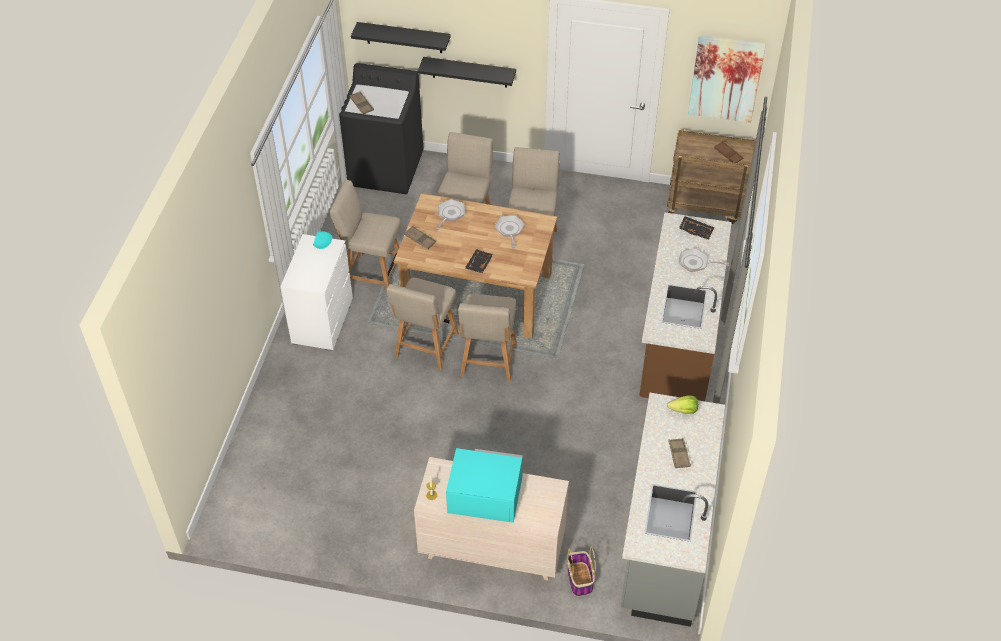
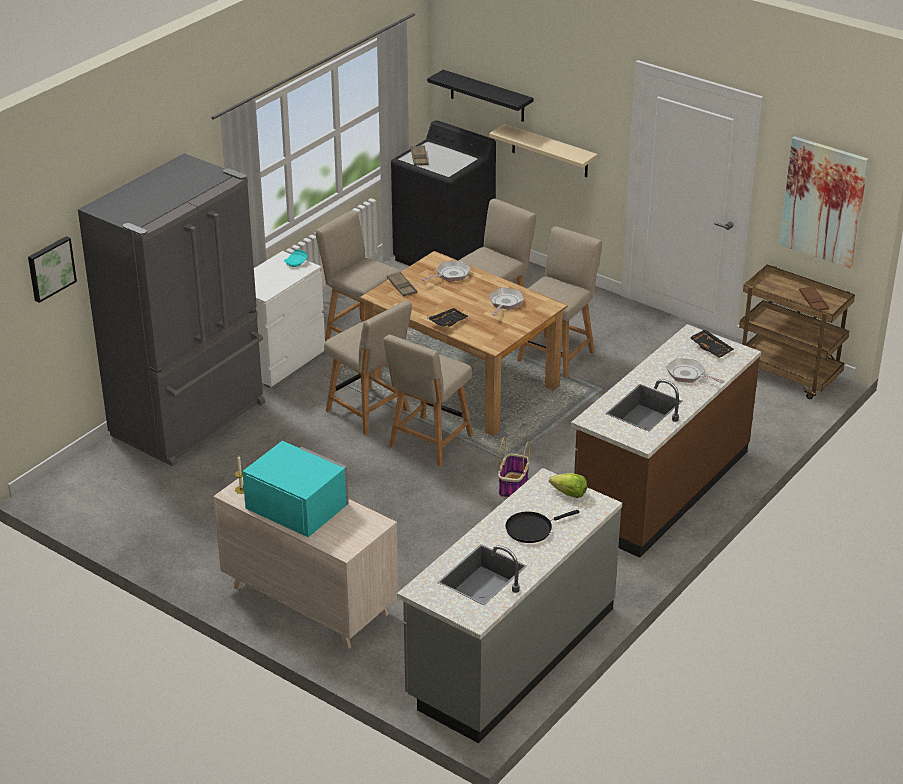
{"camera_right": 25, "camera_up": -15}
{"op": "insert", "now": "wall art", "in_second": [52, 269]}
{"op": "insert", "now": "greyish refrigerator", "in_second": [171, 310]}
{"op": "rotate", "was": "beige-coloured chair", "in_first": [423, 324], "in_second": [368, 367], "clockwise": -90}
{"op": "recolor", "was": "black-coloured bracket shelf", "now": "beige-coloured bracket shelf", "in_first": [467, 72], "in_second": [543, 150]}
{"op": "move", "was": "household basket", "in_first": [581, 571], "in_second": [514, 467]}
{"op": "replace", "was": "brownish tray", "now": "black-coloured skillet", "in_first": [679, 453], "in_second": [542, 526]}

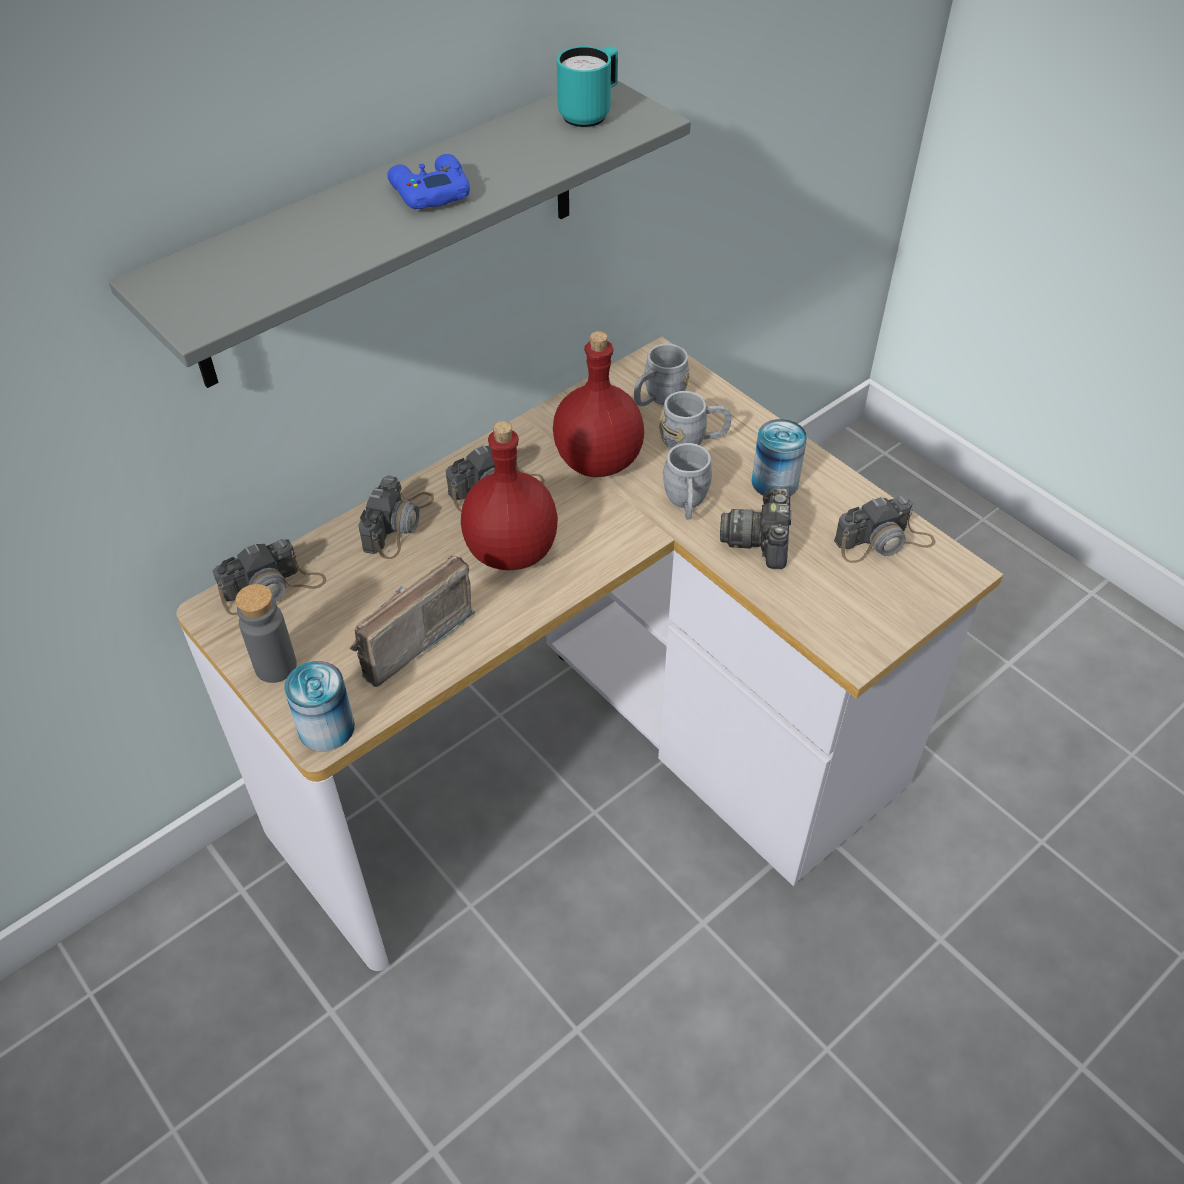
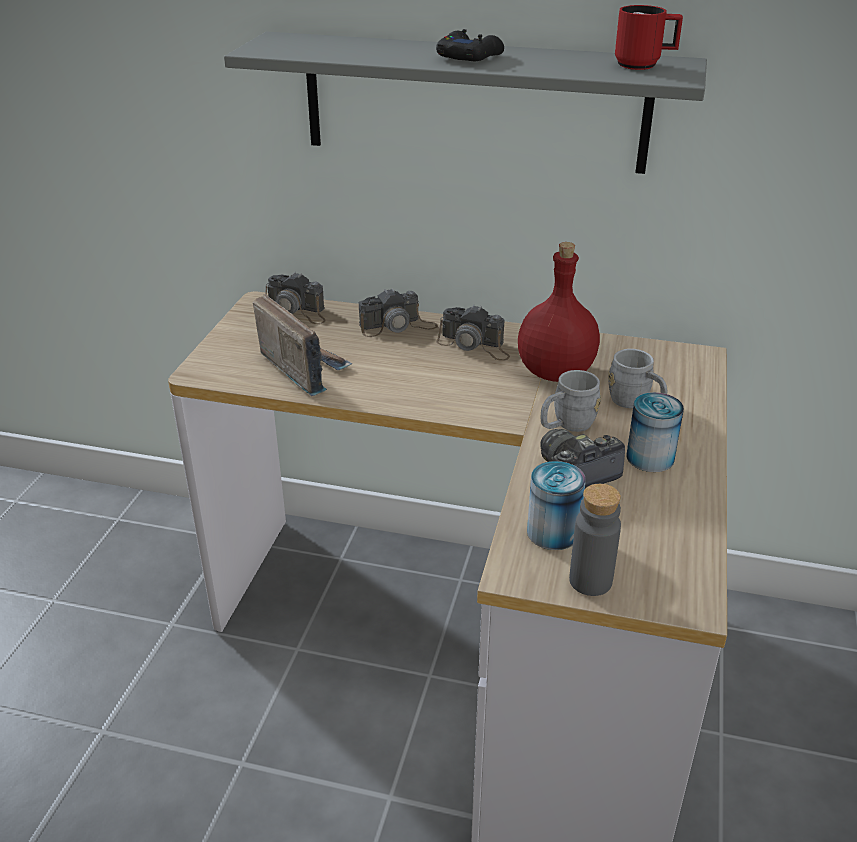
{"camera_right": 55, "camera_up": -15}
{"op": "rotate", "was": "radio receiver", "in_first": [412, 621], "in_second": [302, 345], "clockwise": 45}
{"op": "recolor", "was": "bluish gamepad", "now": "black-coloured gamepad", "in_first": [428, 181], "in_second": [470, 45]}
{"op": "move", "was": "can", "in_first": [319, 706], "in_second": [556, 505]}
{"op": "move", "was": "greyish bottle", "in_first": [266, 633], "in_second": [595, 540]}
{"op": "recolor", "was": "turquoise tea mug", "now": "reddish tea mug", "in_first": [587, 87], "in_second": [649, 37]}
{"op": "delete", "was": "reddish bottle", "in_first": [509, 495]}
{"op": "delete", "was": "greyish tea mug", "in_first": [662, 375]}
{"op": "delete", "was": "photo camera", "in_first": [885, 529]}

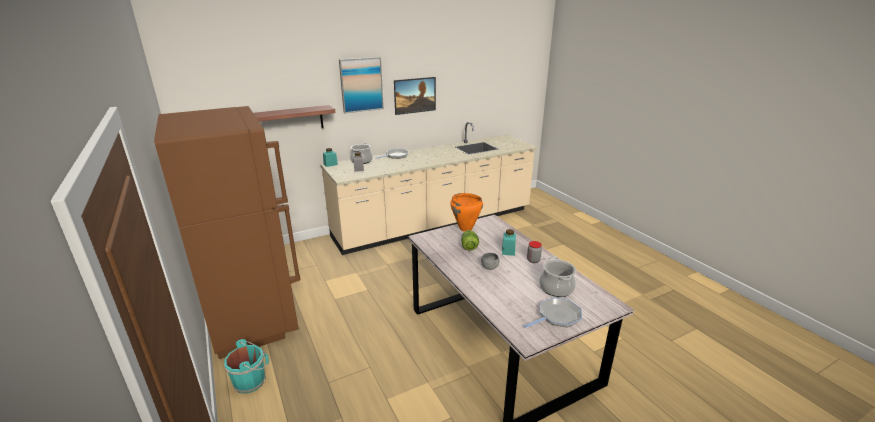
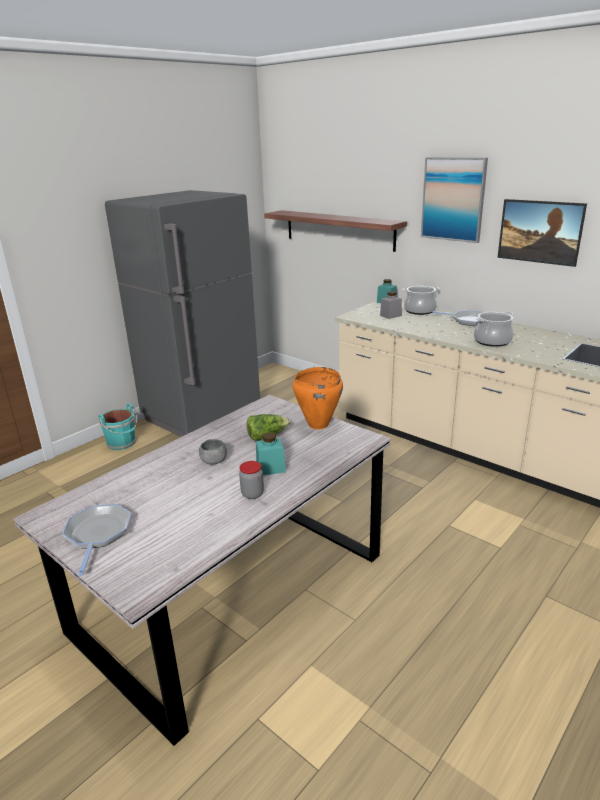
{"camera_right": 70, "camera_up": 0}
{"op": "rotate", "was": "skillet", "in_first": [553, 312], "in_second": [96, 540], "clockwise": -135}
{"op": "recolor", "was": "brownish refrigerator", "now": "greyish refrigerator", "in_first": [227, 232], "in_second": [182, 313]}
{"op": "move", "was": "saucepot", "in_first": [557, 277], "in_second": [494, 329]}

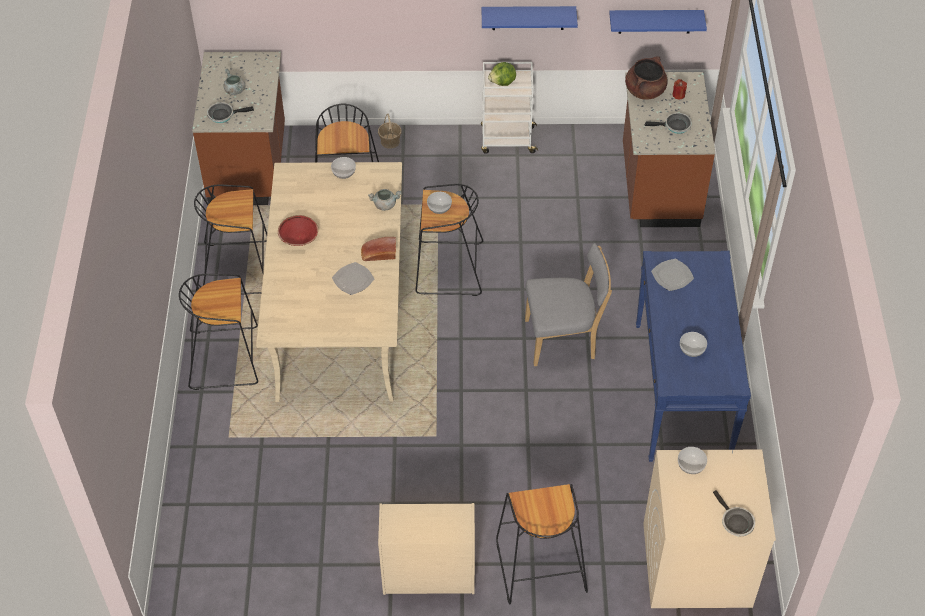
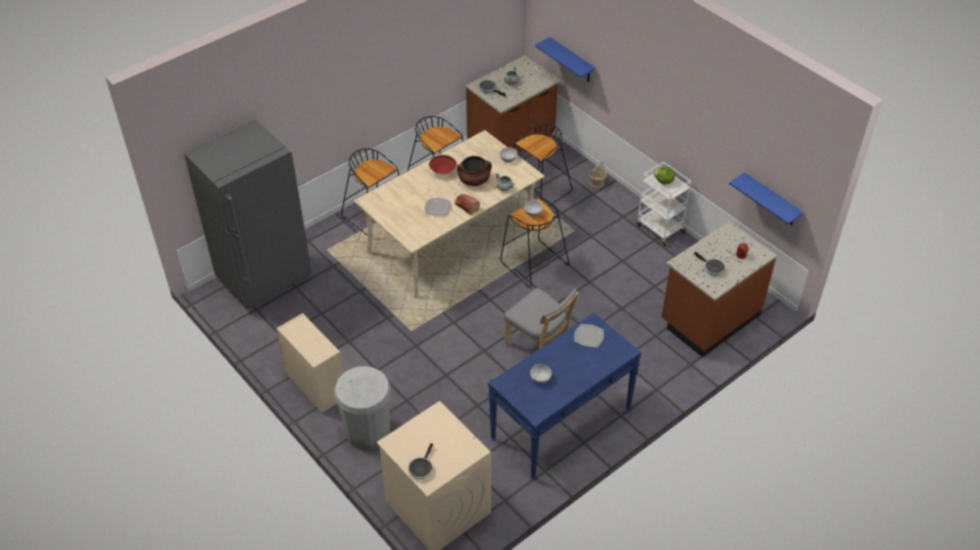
{"camera_right": 50, "camera_up": -5}
{"op": "insert", "now": "greyish refrigerator", "in_second": [248, 215]}
{"op": "replace", "was": "black-coloured stool seat", "now": "white-coloured waste bin", "in_first": [542, 544], "in_second": [362, 408]}
{"op": "move", "was": "brownish saucepot", "in_first": [646, 77], "in_second": [474, 171]}
{"op": "move", "was": "bluish bracket shelf", "in_first": [530, 18], "in_second": [565, 59]}
{"op": "delete", "was": "serving bowl", "in_first": [692, 460]}

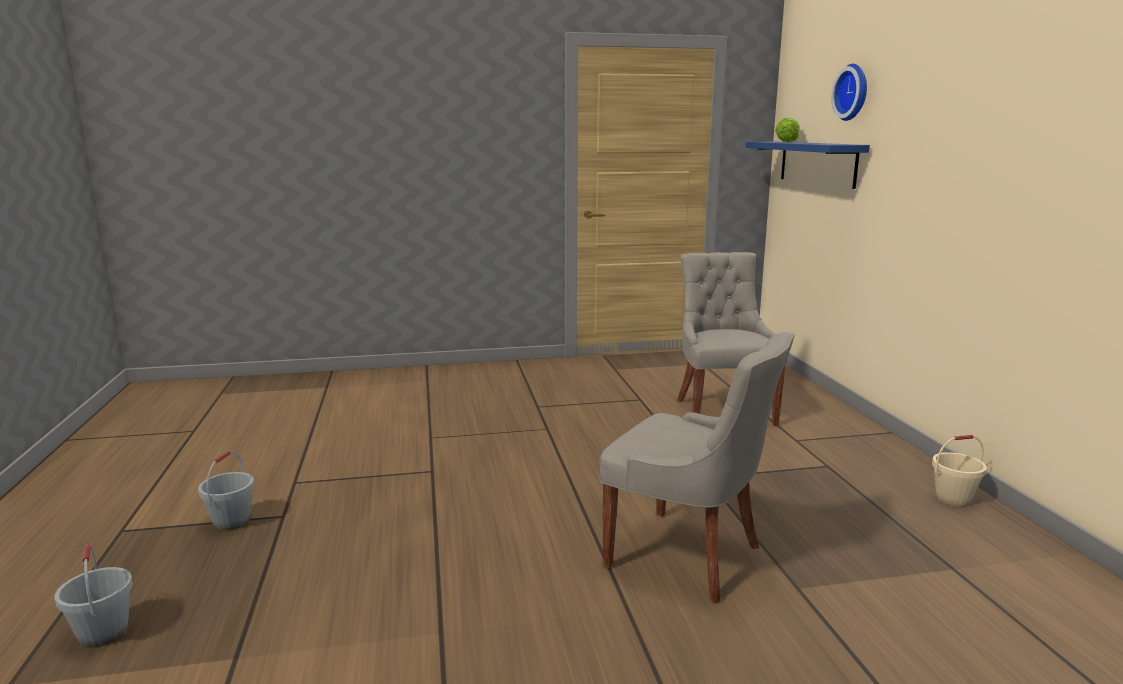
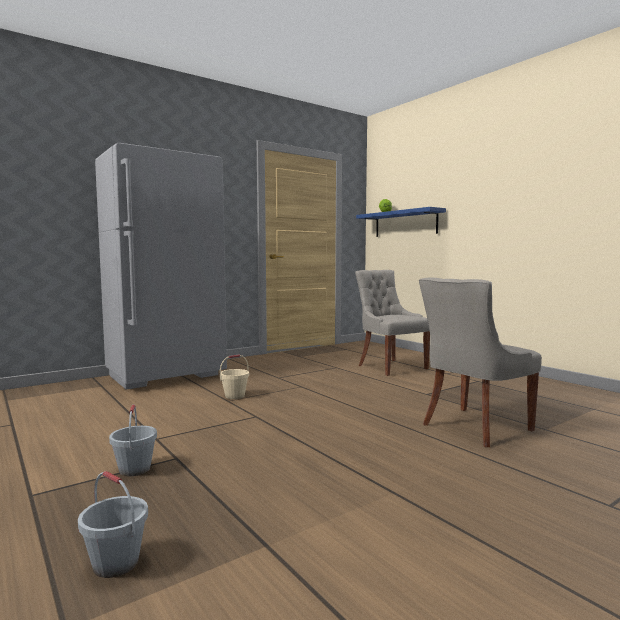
{"camera_right": -25, "camera_up": -10}
{"op": "insert", "now": "greyish refrigerator", "in_second": [161, 266]}
{"op": "move", "was": "beige-coloured pail", "in_first": [959, 471], "in_second": [234, 376]}
{"op": "rotate", "was": "greyish chair", "in_first": [696, 467], "in_second": [480, 362], "clockwise": 135}
{"op": "delete", "was": "hanging clock", "in_first": [849, 92]}

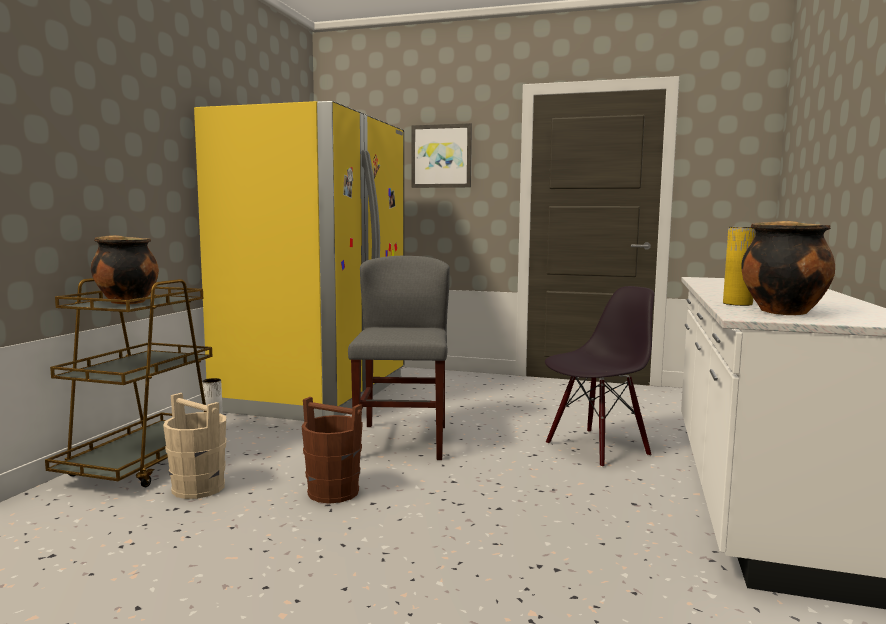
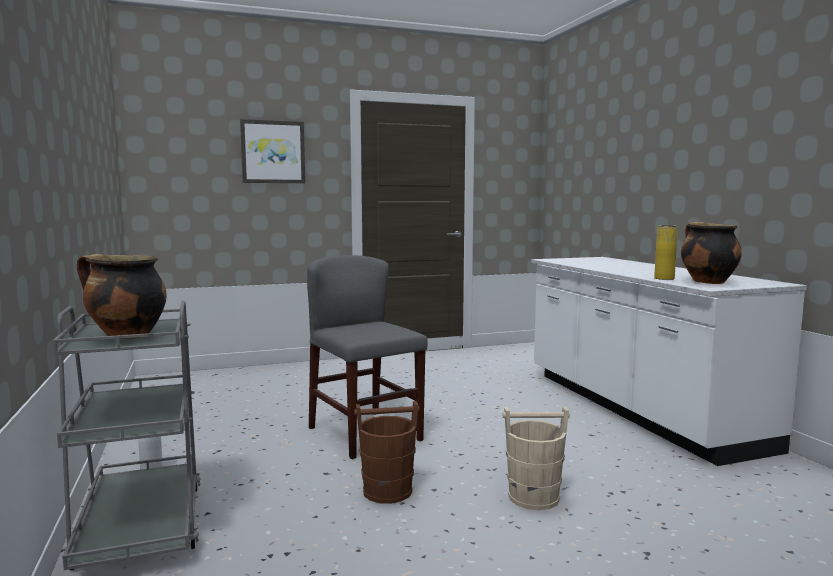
{"camera_right": -35, "camera_up": 0}
{"op": "recolor", "was": "brownish cart", "now": "greyish cart", "in_first": [128, 382], "in_second": [127, 435]}
{"op": "move", "was": "beige-coloured pail", "in_first": [194, 446], "in_second": [536, 458]}
{"op": "delete", "was": "yellowish refrigerator", "in_first": [299, 261]}
{"op": "delete", "was": "black-coloured chair", "in_first": [599, 377]}

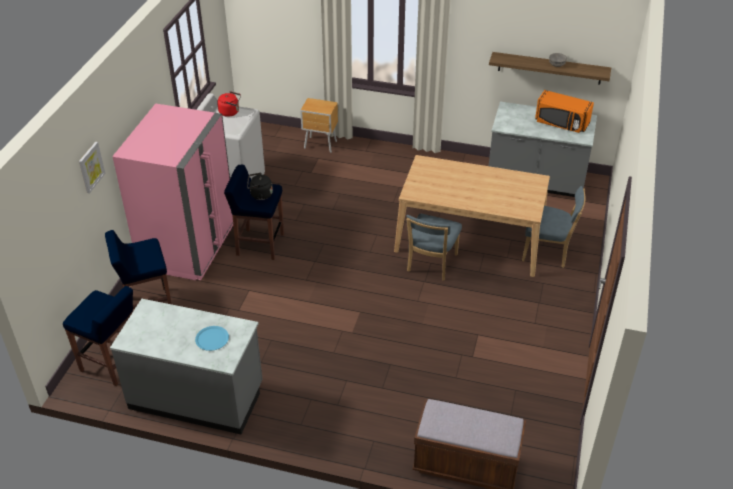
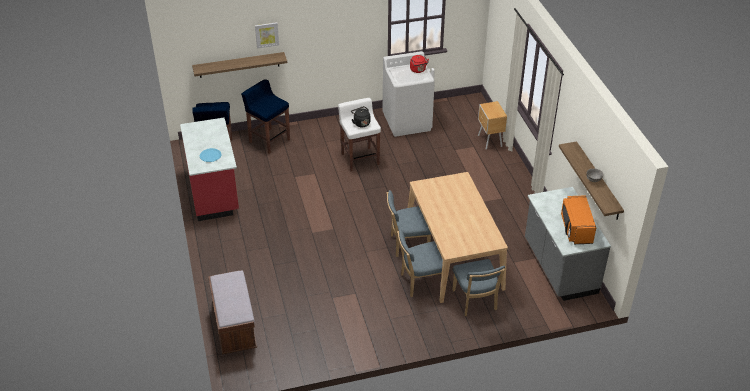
{"camera_right": 60, "camera_up": 0}
{"op": "recolor", "was": "greyish kitchen base unit", "now": "reddish kitchen base unit", "in_first": [186, 366], "in_second": [209, 169]}
{"op": "insert", "now": "bracket shelf", "in_second": [239, 65]}
{"op": "recolor", "was": "bluish stool seat", "now": "white-coloured stool seat", "in_first": [254, 212], "in_second": [359, 134]}
{"op": "insert", "now": "bluish chair", "in_second": [420, 263]}
{"op": "delete", "was": "pink refrigerator", "in_first": [172, 191]}

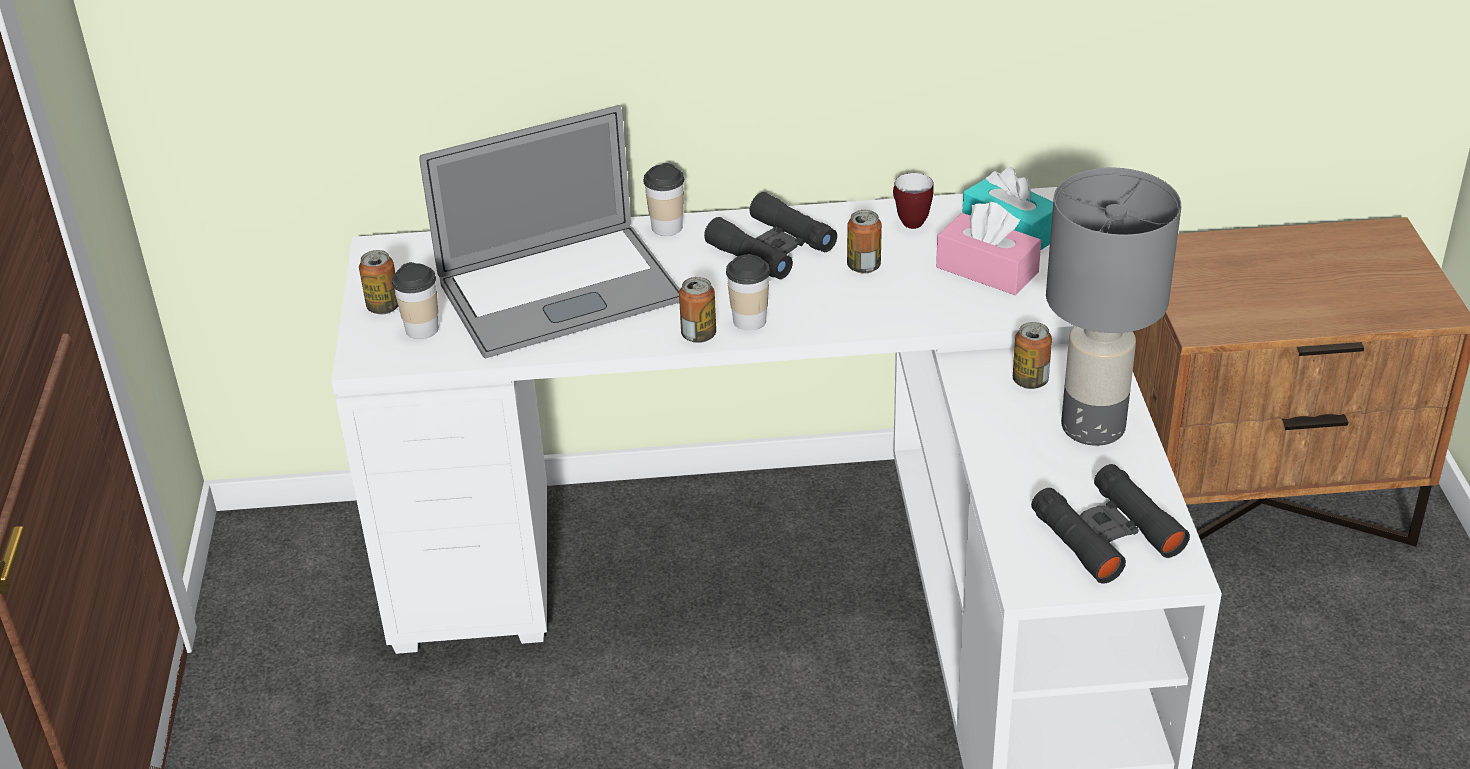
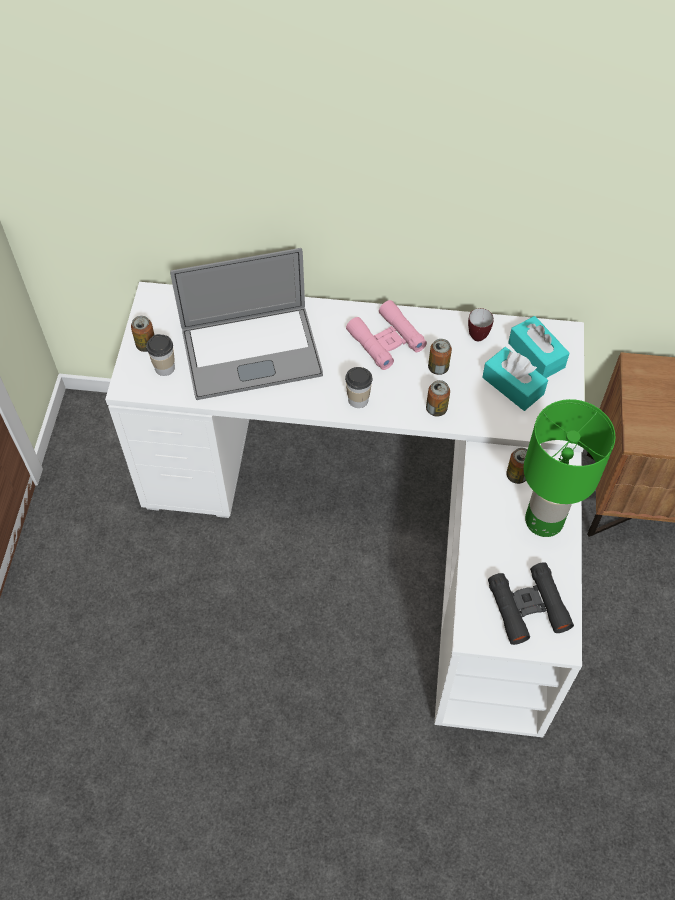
{"camera_right": 10, "camera_up": 20}
{"op": "recolor", "was": "black-coloured pair of binoculars", "now": "pink pair of binoculars", "in_first": [770, 235], "in_second": [386, 335]}
{"op": "move", "was": "can", "in_first": [697, 310], "in_second": [438, 398]}
{"op": "recolor", "was": "pink tissue box", "now": "turquoise tissue box", "in_first": [988, 248], "in_second": [515, 379]}
{"op": "recolor", "was": "greyish lamp for a table", "now": "green-coloured lamp for a table", "in_first": [1113, 306], "in_second": [569, 468]}
{"op": "delete", "was": "drinking cup", "in_first": [663, 199]}

